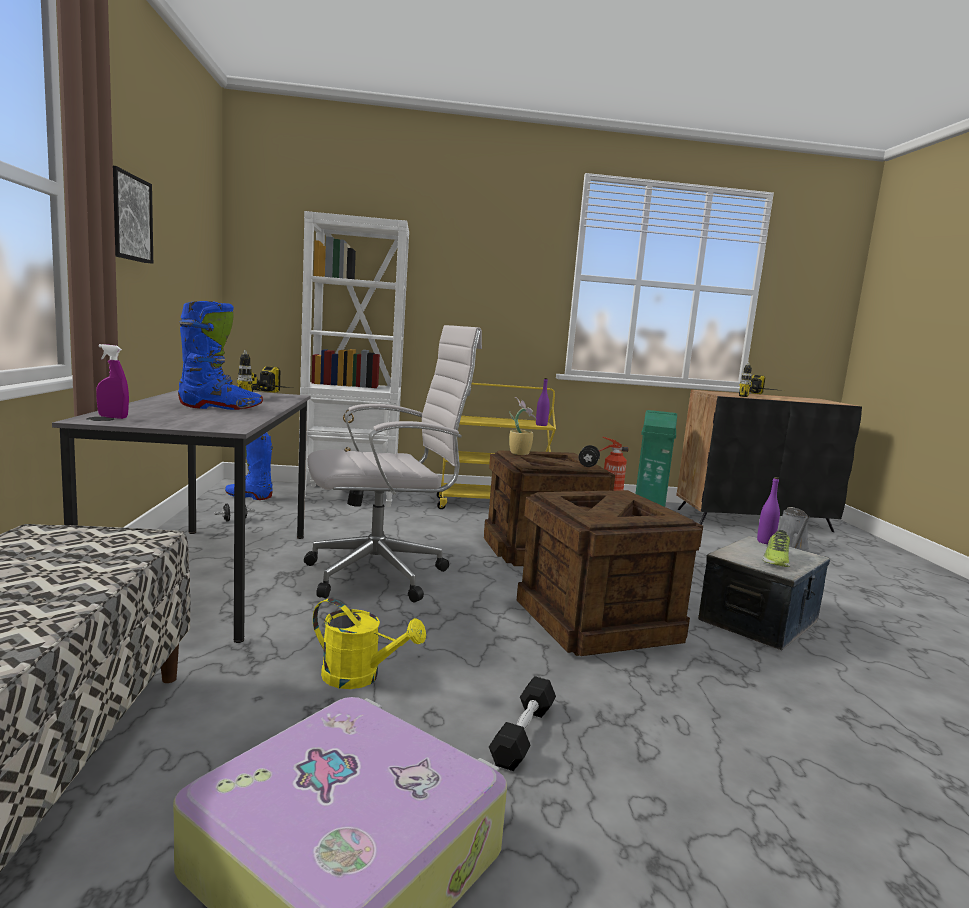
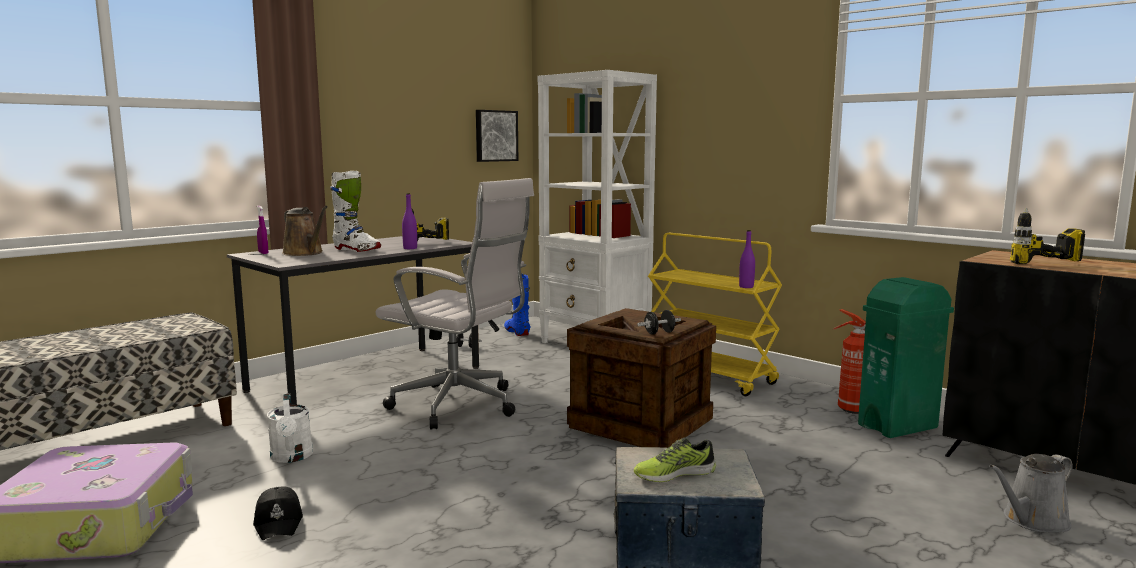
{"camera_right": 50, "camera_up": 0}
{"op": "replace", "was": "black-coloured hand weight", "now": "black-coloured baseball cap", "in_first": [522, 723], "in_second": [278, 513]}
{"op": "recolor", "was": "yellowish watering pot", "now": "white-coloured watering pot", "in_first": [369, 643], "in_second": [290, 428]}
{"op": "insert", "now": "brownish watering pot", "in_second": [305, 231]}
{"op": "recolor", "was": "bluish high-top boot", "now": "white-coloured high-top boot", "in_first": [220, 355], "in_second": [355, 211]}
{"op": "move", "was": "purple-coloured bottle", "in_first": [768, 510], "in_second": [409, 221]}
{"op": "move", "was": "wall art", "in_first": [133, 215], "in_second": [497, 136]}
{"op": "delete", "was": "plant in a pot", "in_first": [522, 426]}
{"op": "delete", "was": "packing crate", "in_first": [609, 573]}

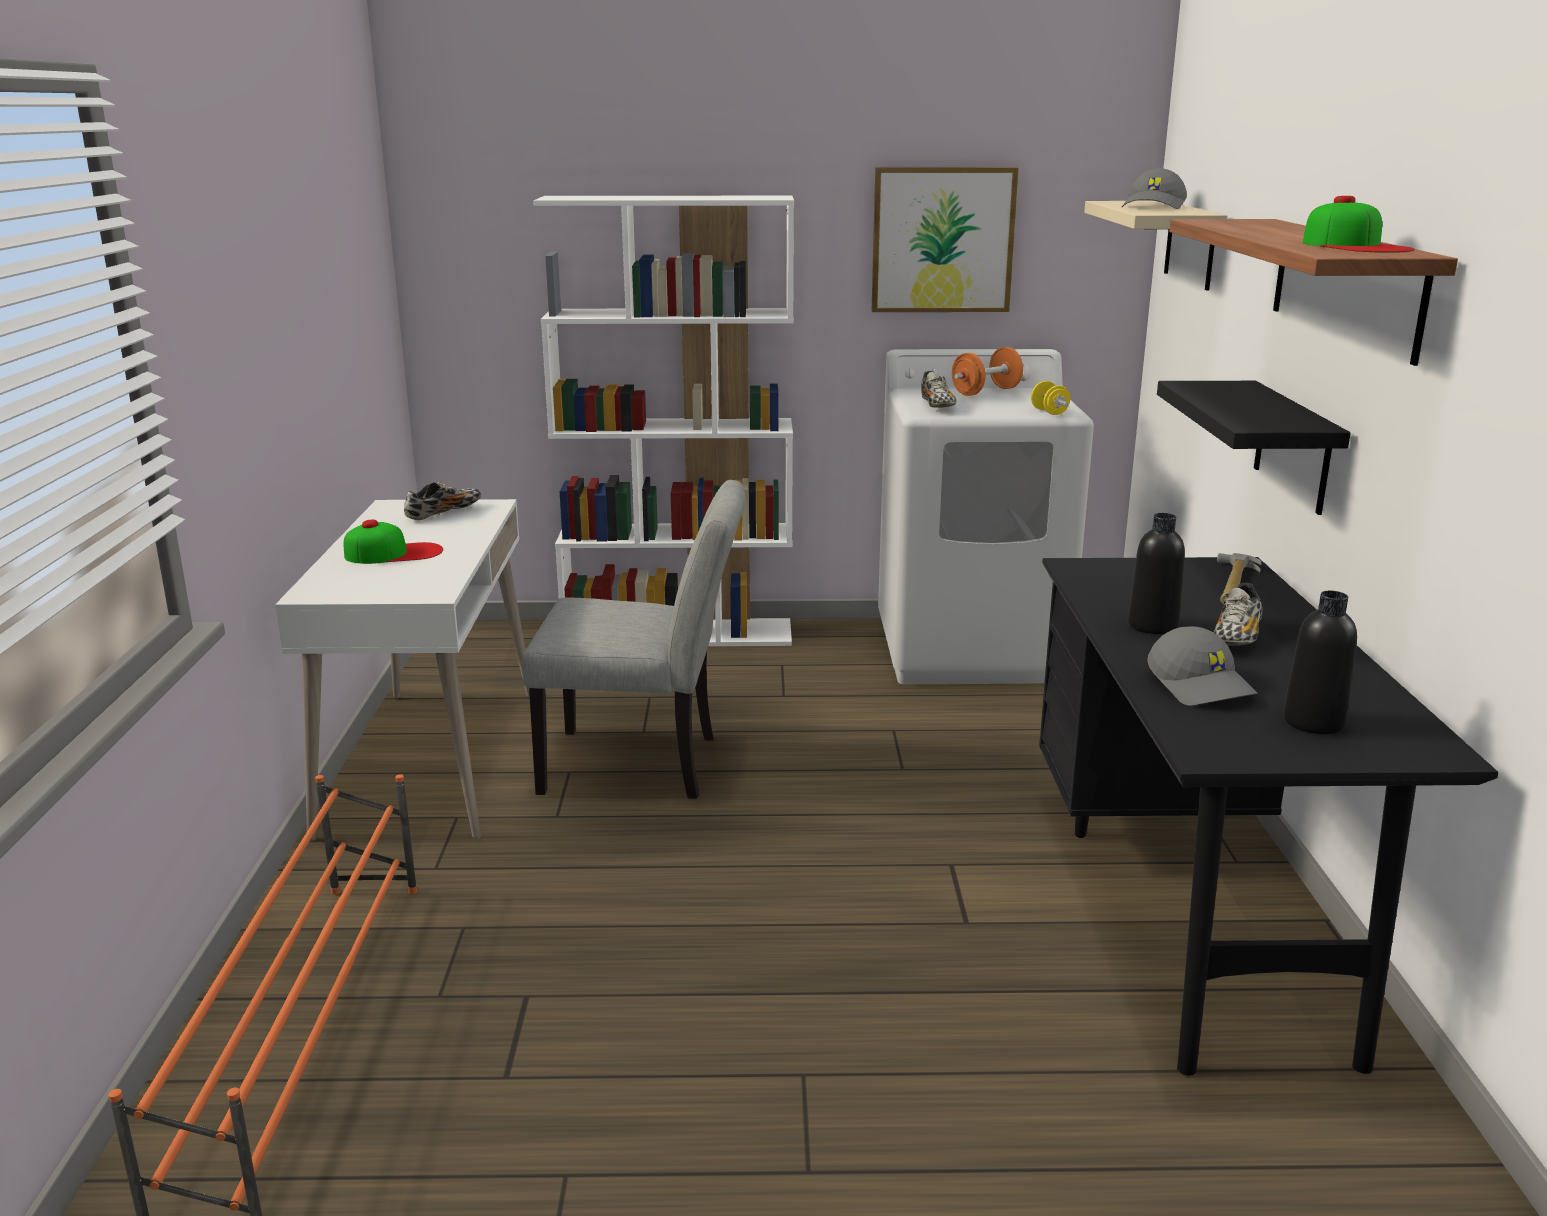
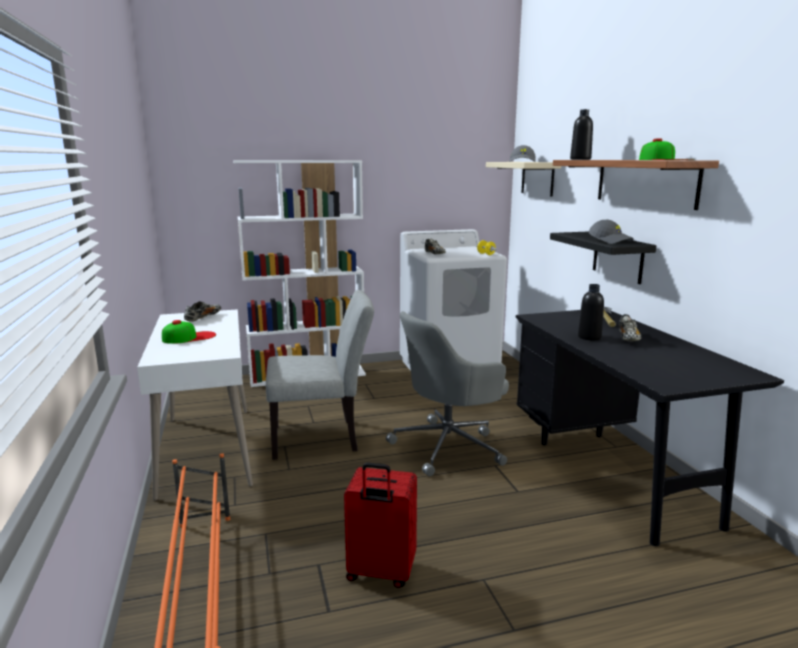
{"camera_right": -15, "camera_up": -5}
{"op": "insert", "now": "reddish travel case", "in_second": [380, 525]}
{"op": "insert", "now": "greyish computer chair", "in_second": [447, 394]}
{"op": "move", "was": "black-coloured bottle", "in_first": [1320, 662], "in_second": [581, 134]}
{"op": "move", "was": "greyish baseball cap", "in_first": [1202, 665], "in_second": [611, 232]}
{"op": "delete", "was": "wall art", "in_first": [945, 239]}
{"op": "delete", "was": "orangey hand weight", "in_first": [987, 371]}

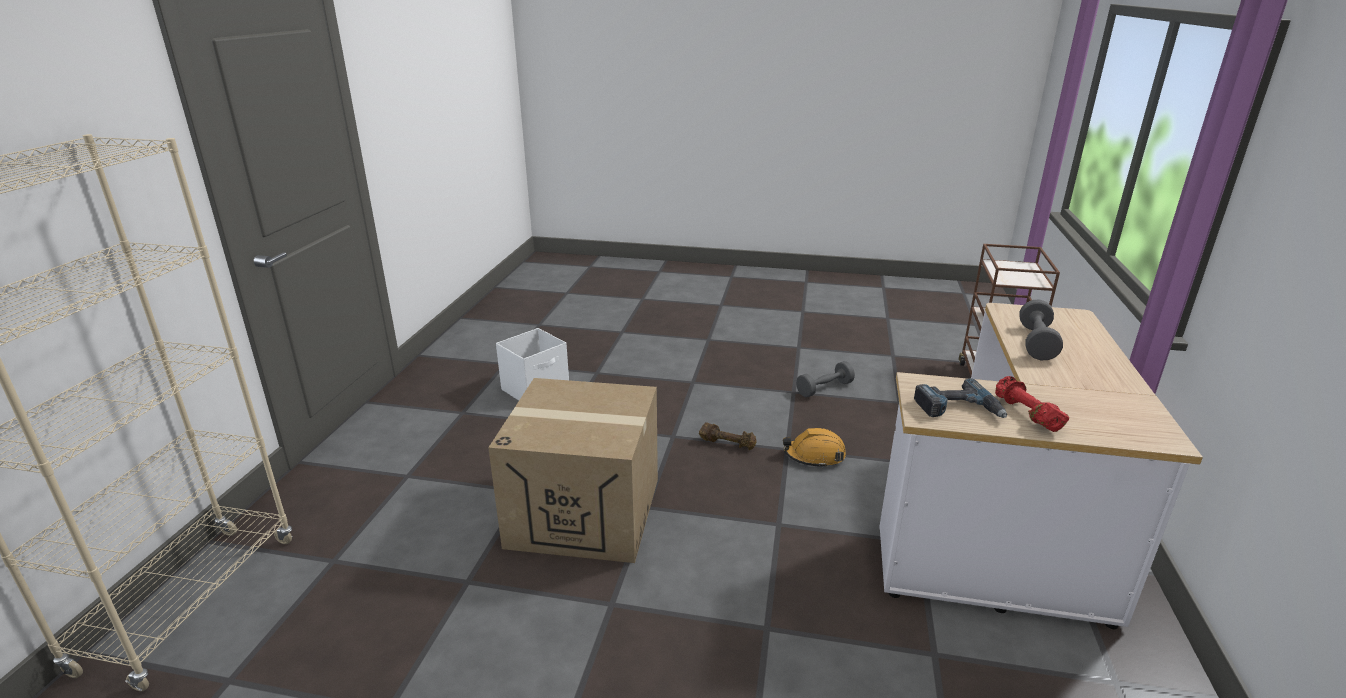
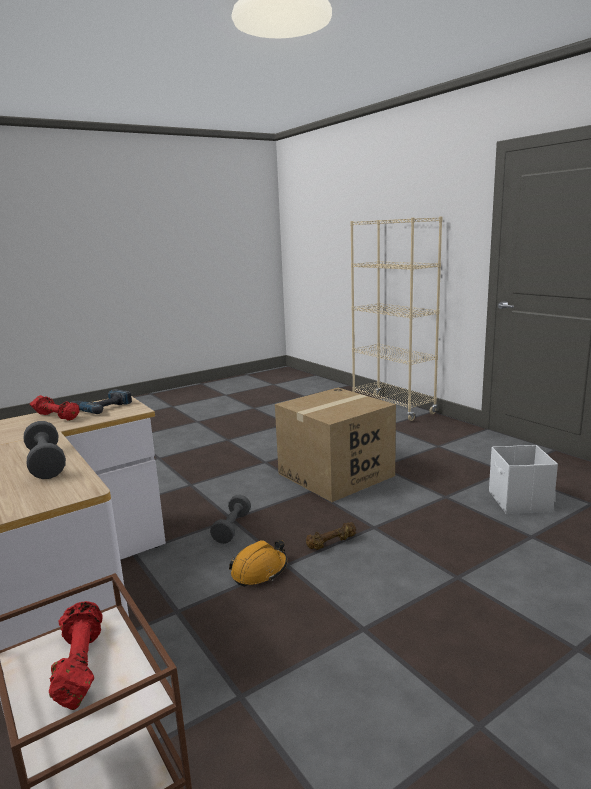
{"camera_right": 135, "camera_up": -10}
{"op": "insert", "now": "reddish hand weight", "in_second": [76, 655]}
{"op": "move", "was": "greyish hand weight", "in_first": [825, 379], "in_second": [230, 519]}

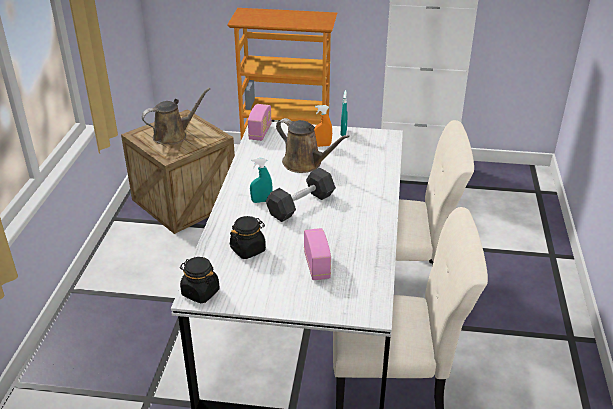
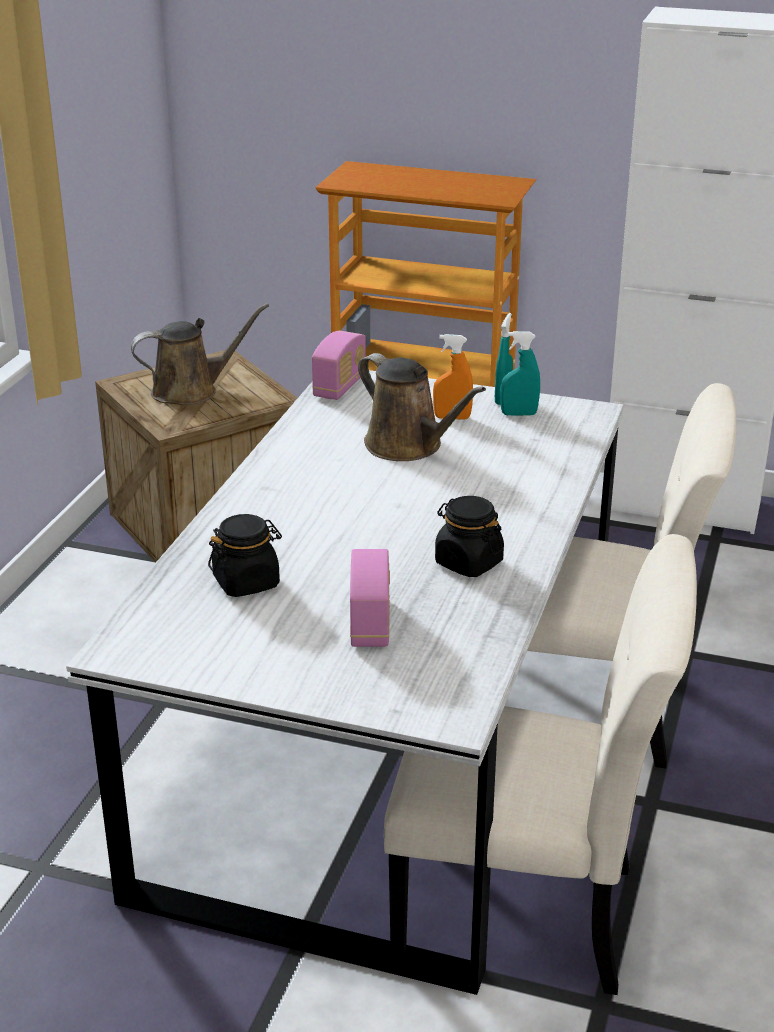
{"camera_right": 10, "camera_up": -5}
{"op": "move", "was": "black-coloured preserve jar", "in_first": [200, 280], "in_second": [469, 536]}
{"op": "move", "was": "turquoise sprayer", "in_first": [261, 180], "in_second": [520, 373]}
{"op": "delete", "was": "black-coloured hand weight", "in_first": [301, 194]}

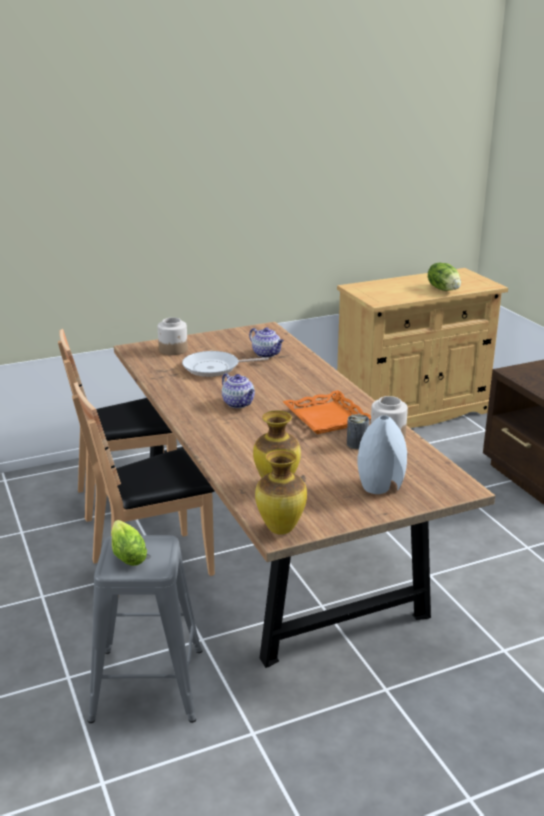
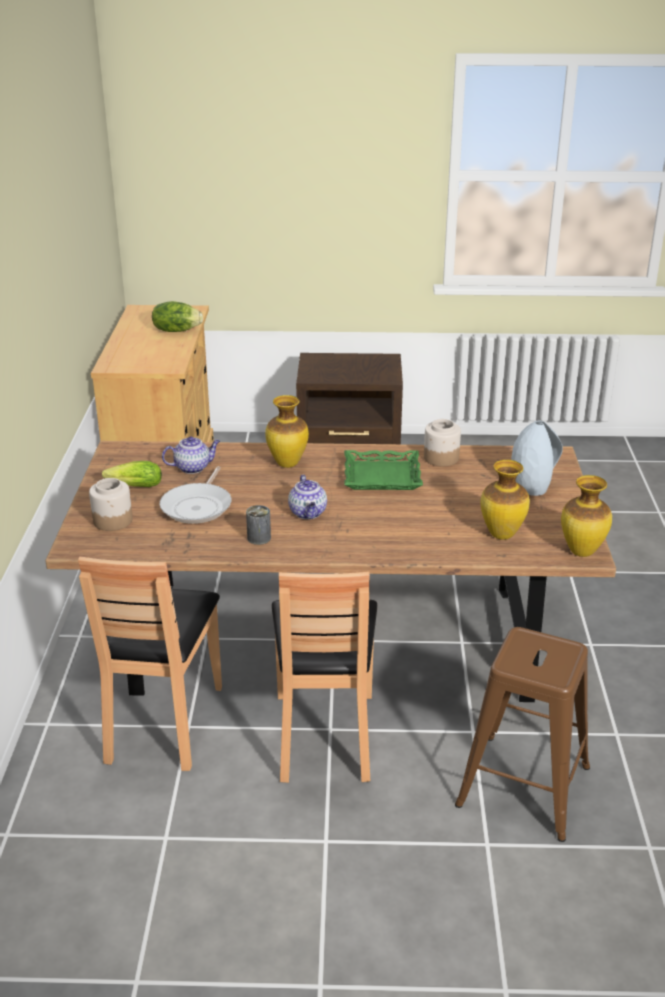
{"camera_right": -65, "camera_up": 5}
{"op": "move", "was": "lettuce head", "in_first": [129, 543], "in_second": [132, 474]}
{"op": "move", "was": "can", "in_first": [358, 431], "in_second": [258, 525]}
{"op": "insert", "now": "vase", "in_second": [287, 431]}
{"op": "rotate", "was": "pot for tea", "in_first": [238, 390], "in_second": [307, 497], "clockwise": 90}
{"op": "recolor", "was": "orangey tray", "now": "green-coloured tray", "in_first": [327, 412], "in_second": [383, 470]}
{"op": "recolor", "was": "greyish stool seat", "now": "brownish stool seat", "in_first": [144, 629], "in_second": [522, 734]}

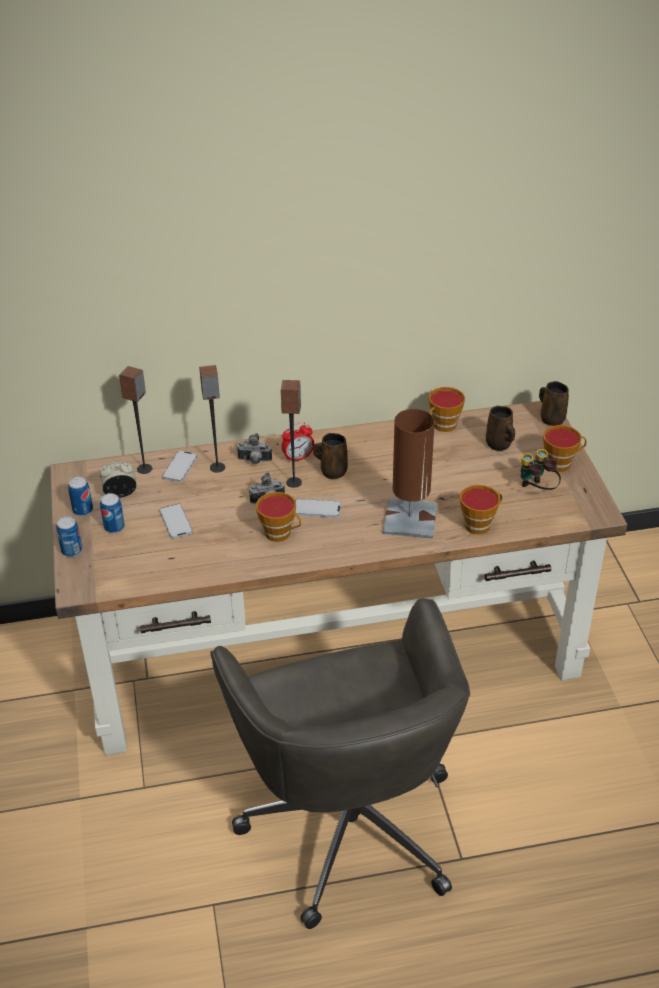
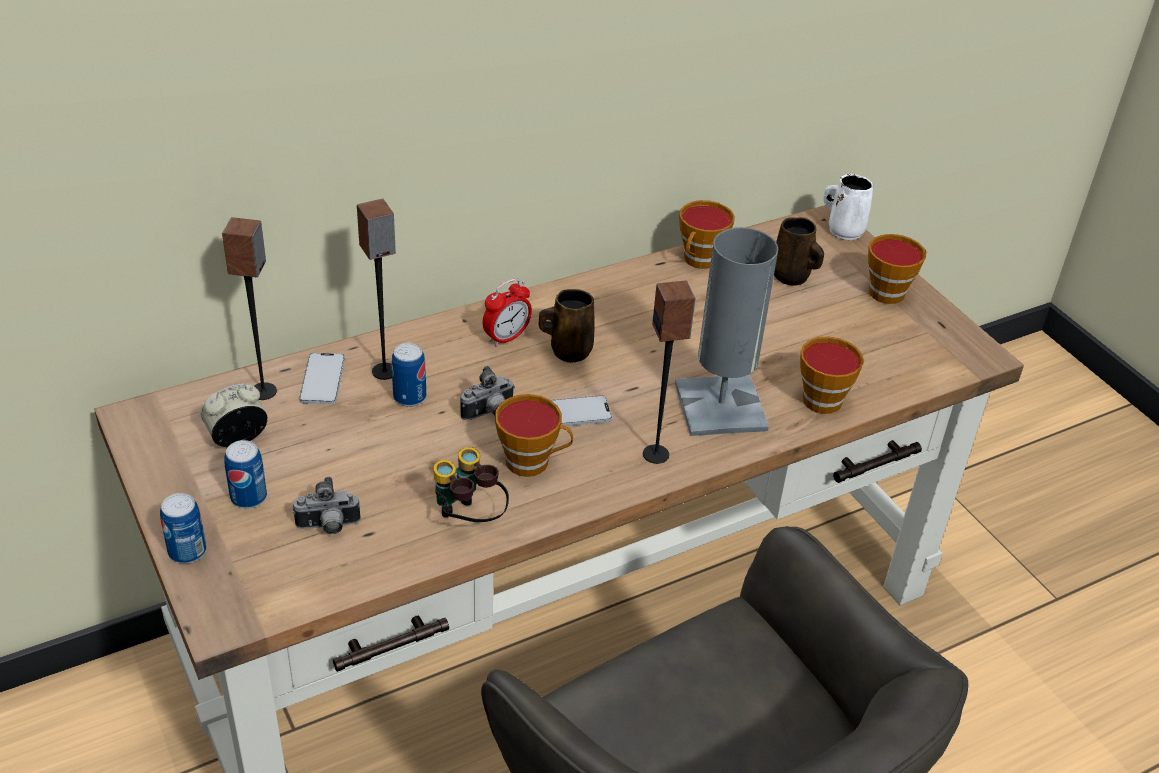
{"camera_right": -20, "camera_up": 0}
{"op": "move", "was": "photo camera", "in_first": [254, 448], "in_second": [327, 505]}
{"op": "move", "was": "can", "in_first": [80, 496], "in_second": [409, 375]}
{"op": "move", "was": "pair of binoculars", "in_first": [541, 469], "in_second": [471, 484]}
{"op": "move", "was": "speaker", "in_first": [291, 434], "in_second": [669, 372]}
{"op": "recolor", "was": "brownish lamp for a table", "now": "greyish lamp for a table", "in_first": [410, 474], "in_second": [726, 331]}
{"op": "recolor", "was": "brownish tea mug", "now": "white-coloured tea mug", "in_first": [554, 403], "in_second": [848, 207]}
{"op": "delete", "was": "telephone", "in_first": [176, 521]}

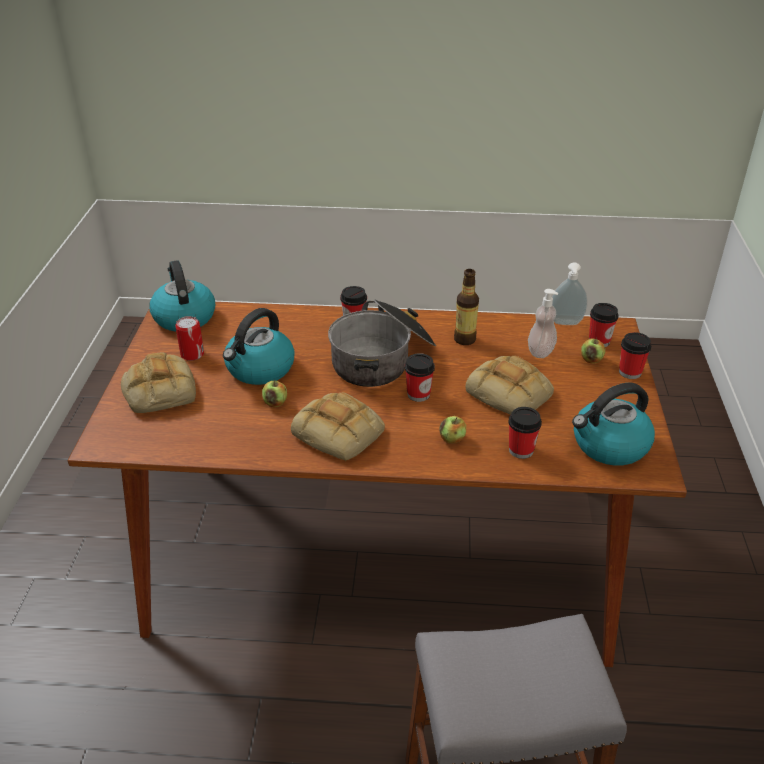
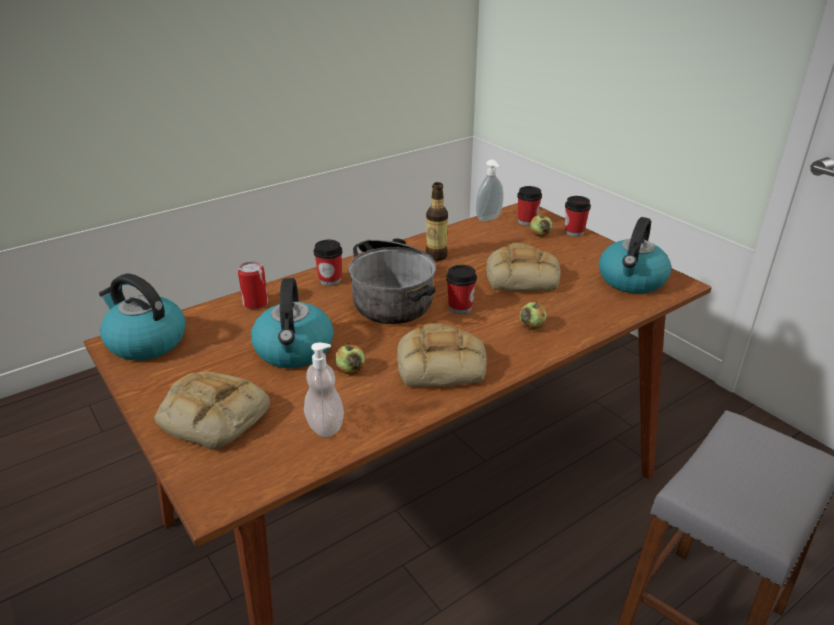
{"camera_right": -40, "camera_up": -5}
{"op": "move", "was": "can", "in_first": [189, 338], "in_second": [253, 285]}
{"op": "move", "was": "soap dispenser", "in_first": [543, 323], "in_second": [324, 390]}
{"op": "delete", "was": "drinking cup", "in_first": [525, 433]}

